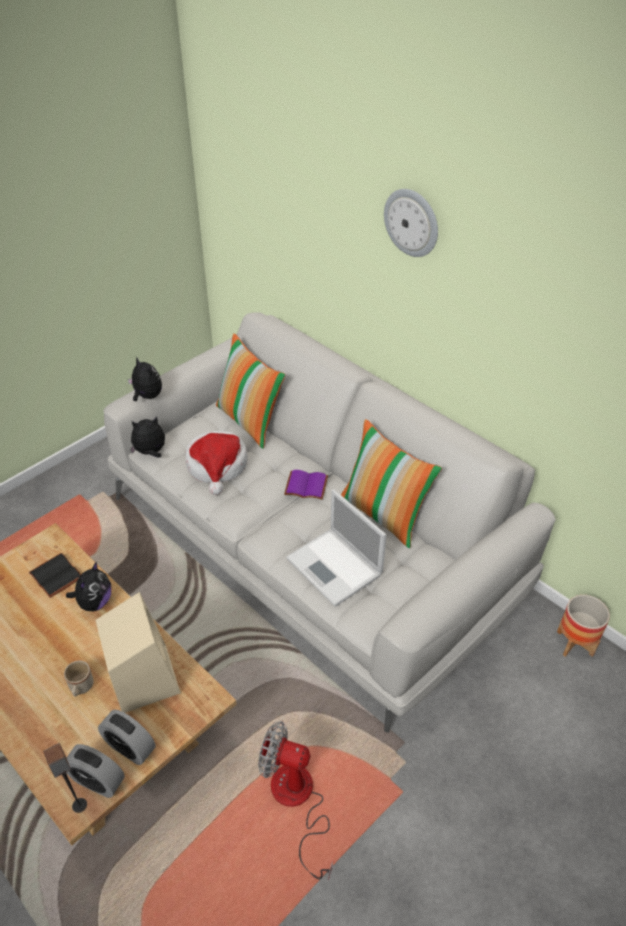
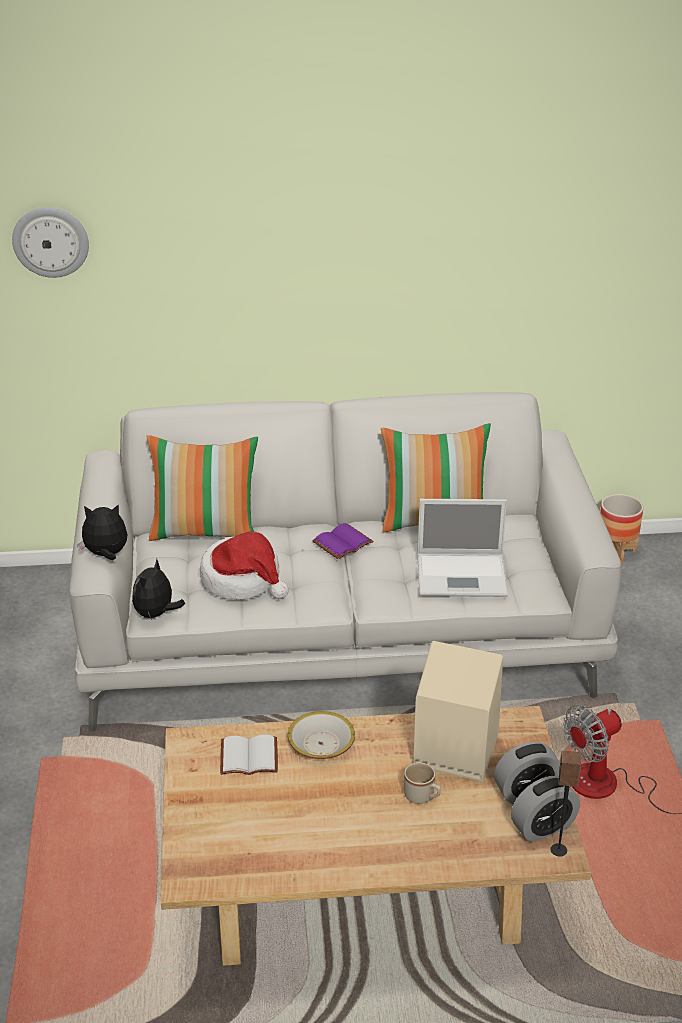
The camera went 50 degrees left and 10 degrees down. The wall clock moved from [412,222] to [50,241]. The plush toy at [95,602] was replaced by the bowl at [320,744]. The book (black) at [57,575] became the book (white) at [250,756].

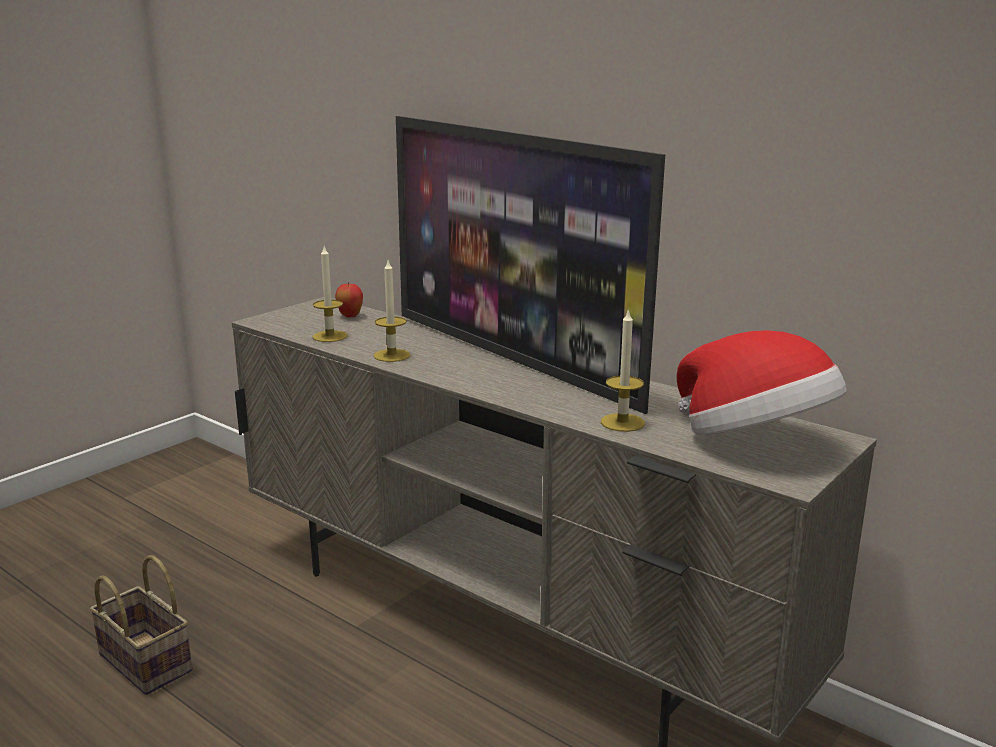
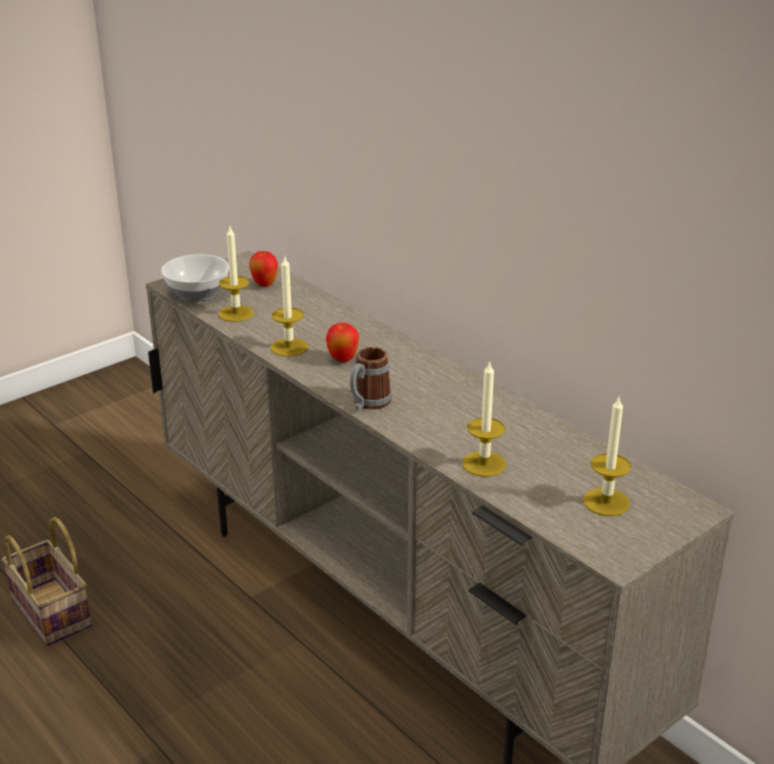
The camera went 10 degrees right and 10 degrees up. The television at [513,358] disappeared. The bowl at [197,293] appeared. The apple at [343,360] appeared. The mug at [367,404] appeared. The hat at [755,440] was replaced by the candle at [606,502].

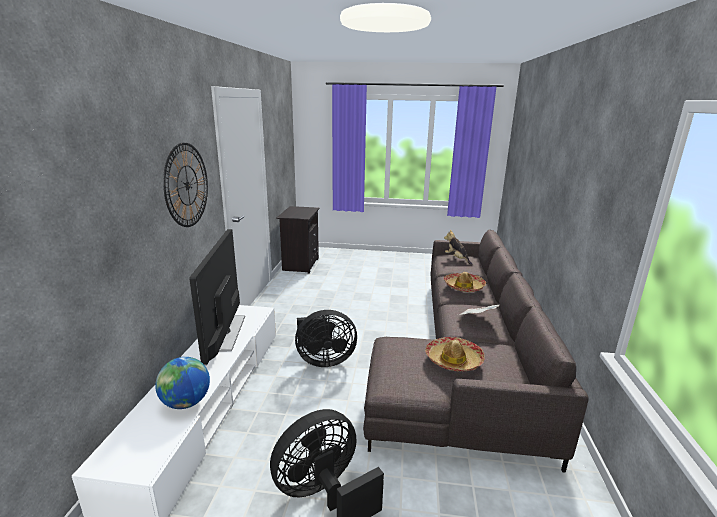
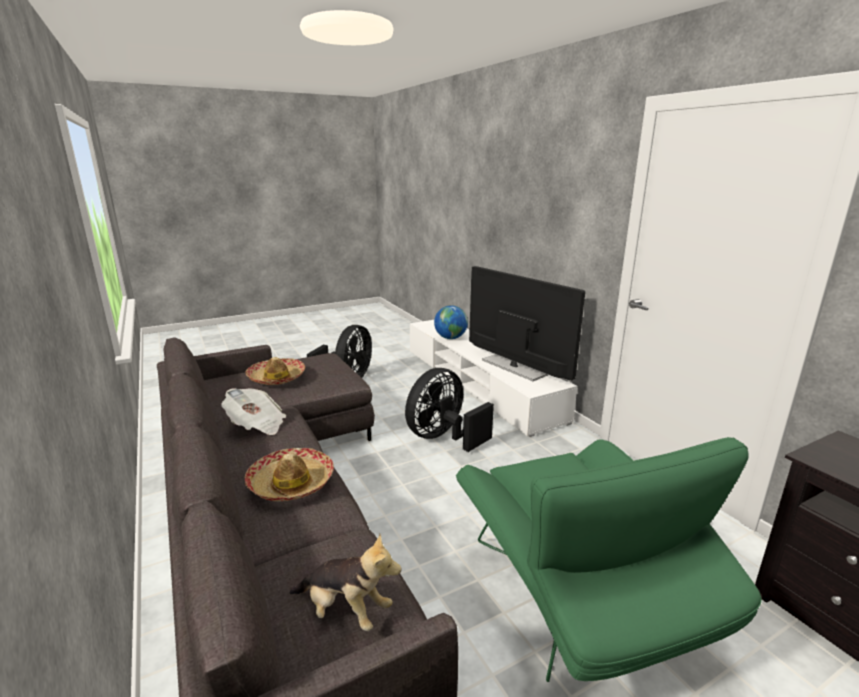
The camera went 145 degrees right and 0 degrees up. The wall clock at [187,185] disappeared. The armchair (green) at [581,598] appeared.

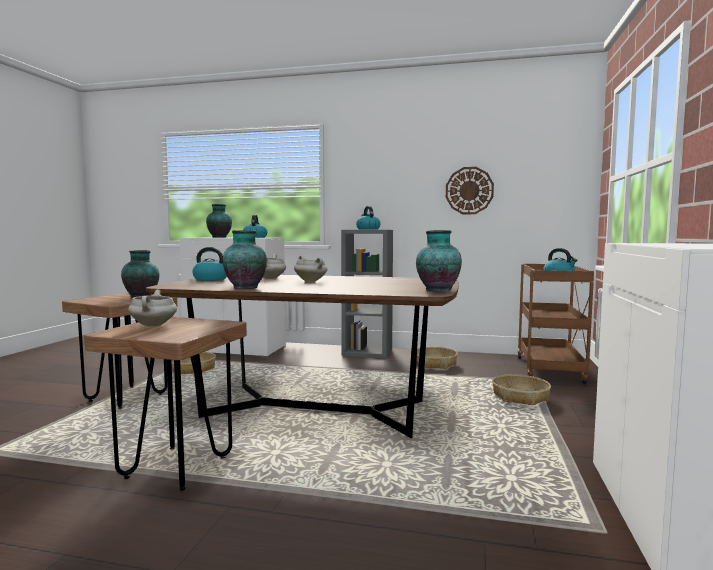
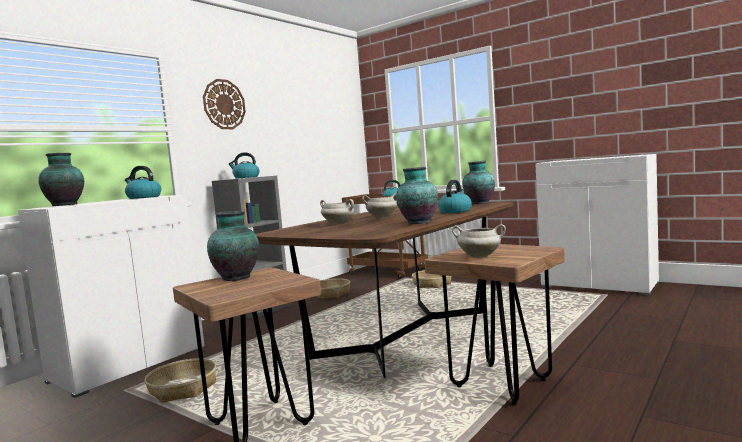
The camera went 65 degrees left and 0 degrees up. The kettle moved from [211,279] to [455,211]. The wall clock moved from [469,190] to [224,104].

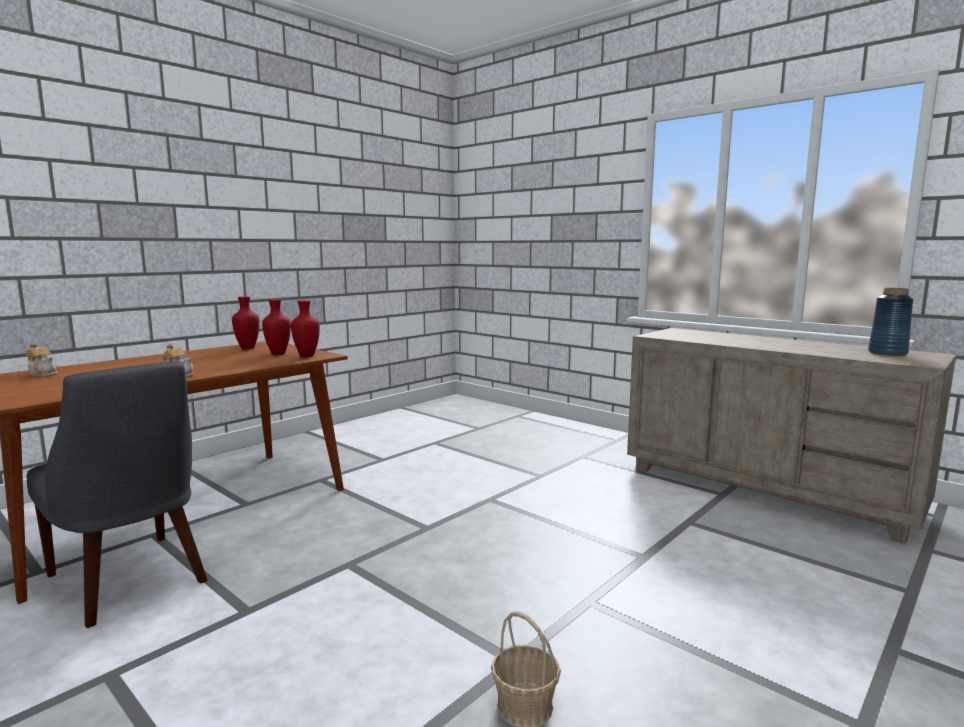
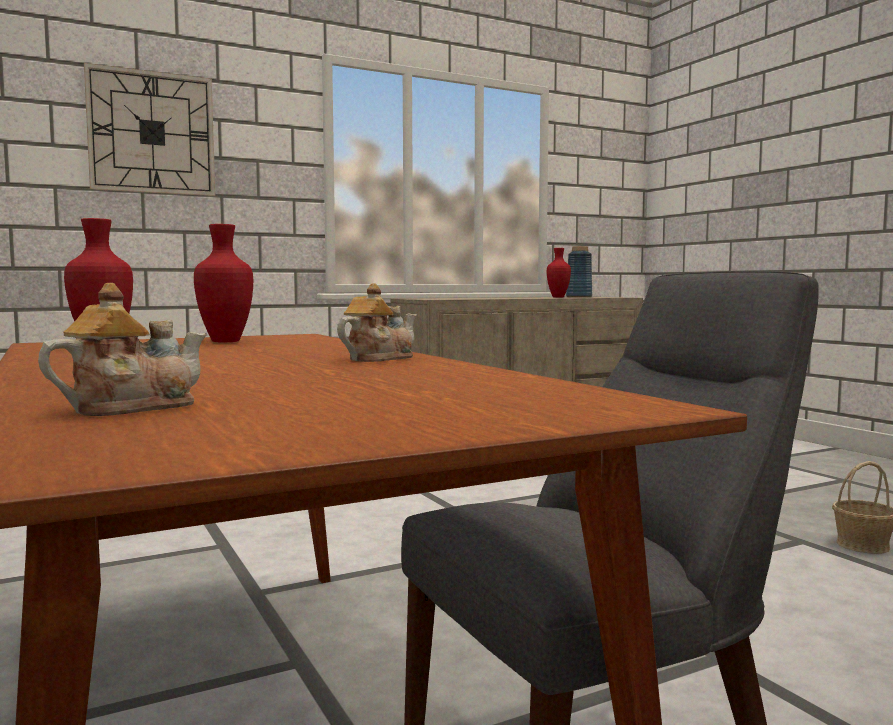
The camera went 70 degrees left and 5 degrees down. The wall clock at [152,133] appeared. The vase (red) moved from [307,356] to [557,297].

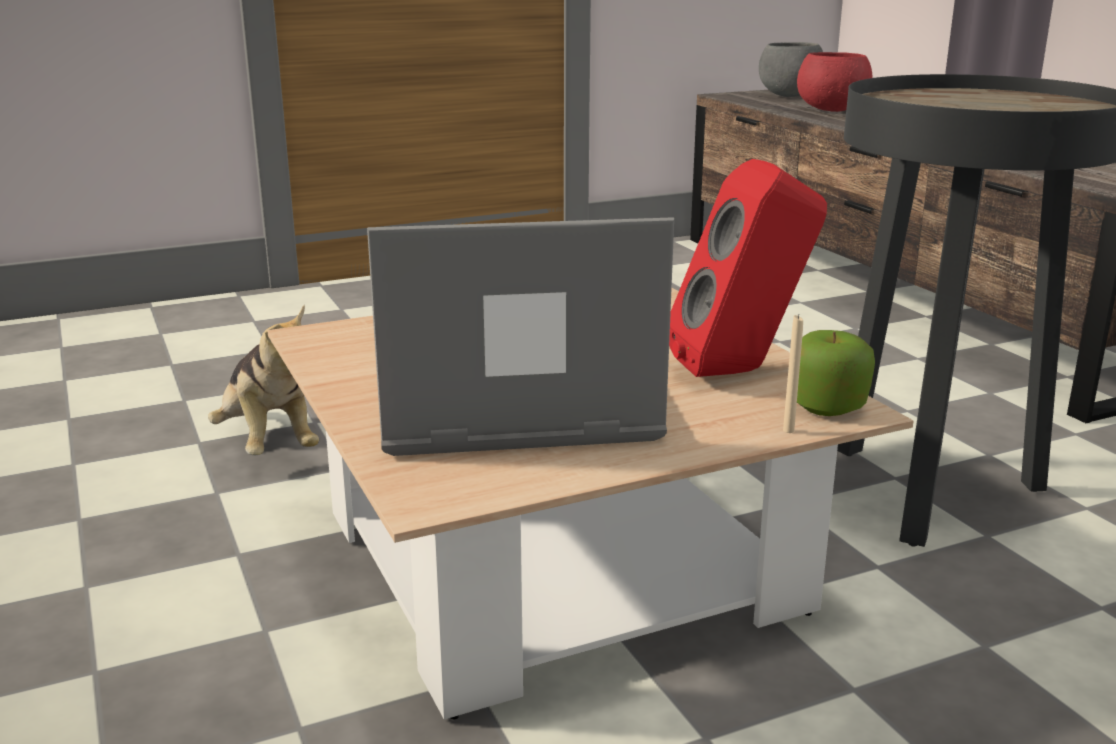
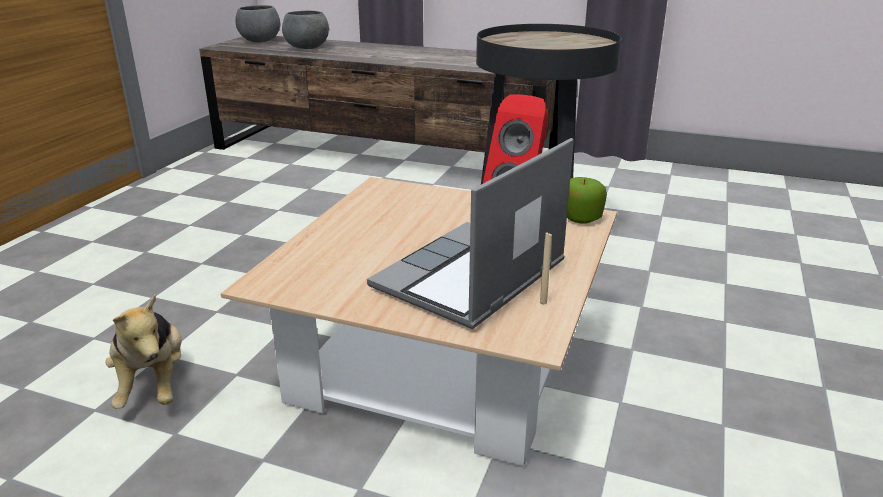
The camera went 45 degrees left and 5 degrees up. The candle (beige) moved from [788,430] to [543,302]. The bowl (red) at [831,111] became the bowl (grey) at [307,48]. The plush toy at [268,444] turned 60 degrees clockwise.

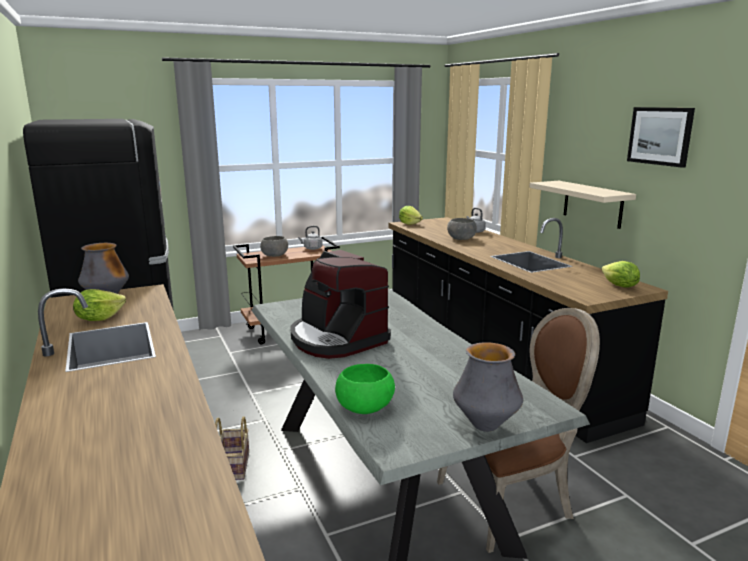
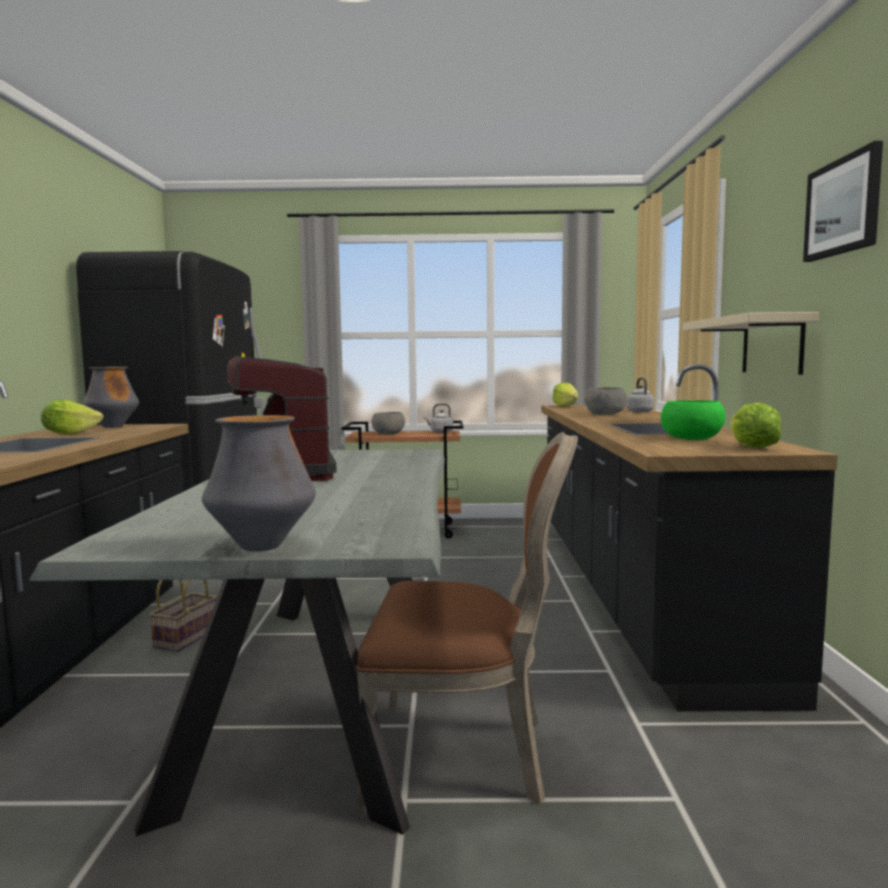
The camera went 25 degrees right and 10 degrees down. The bowl (green) moved from [365,406] to [691,439].

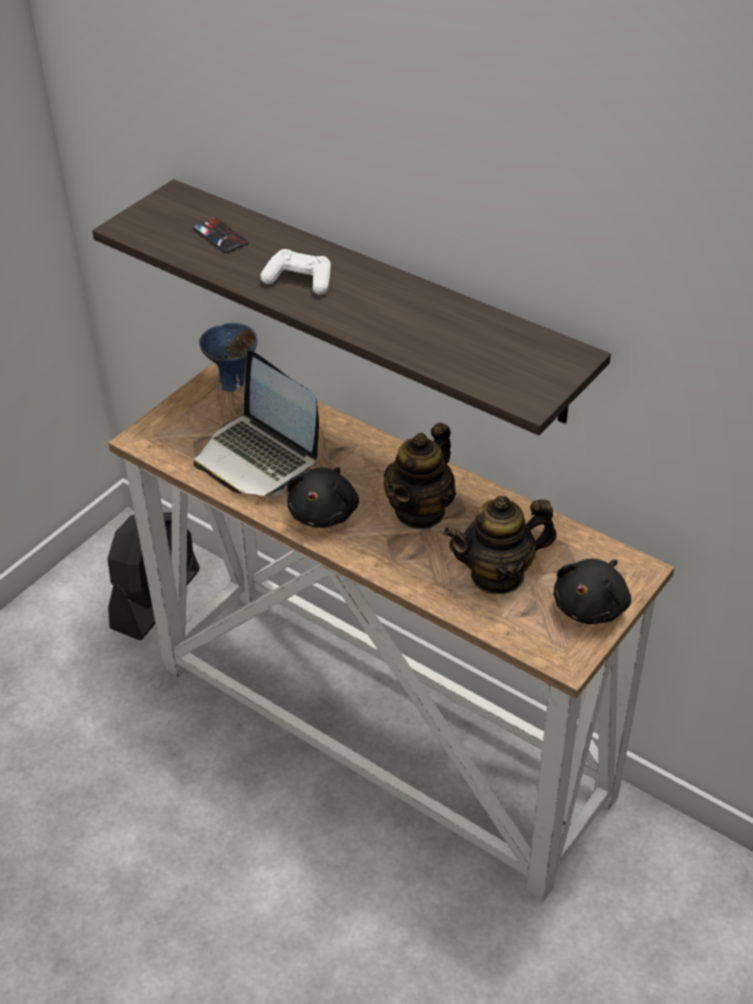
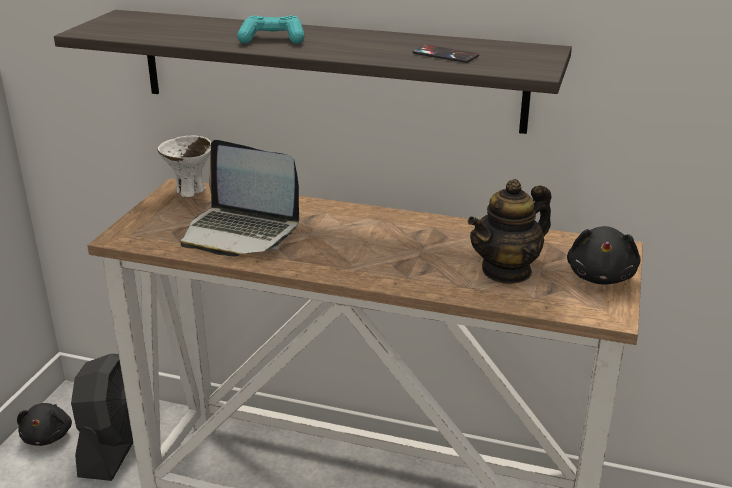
The camera went 20 degrees left and 15 degrees down. The teapot at [420,511] disappeared. The phone moved from [220,236] to [445,55]. The plush toy (black) moved from [325,512] to [48,435]. The bowl (blue) at [234,383] became the bowl (white) at [190,191]. The game controller (white) at [299,280] became the game controller (turquoise) at [272,40].

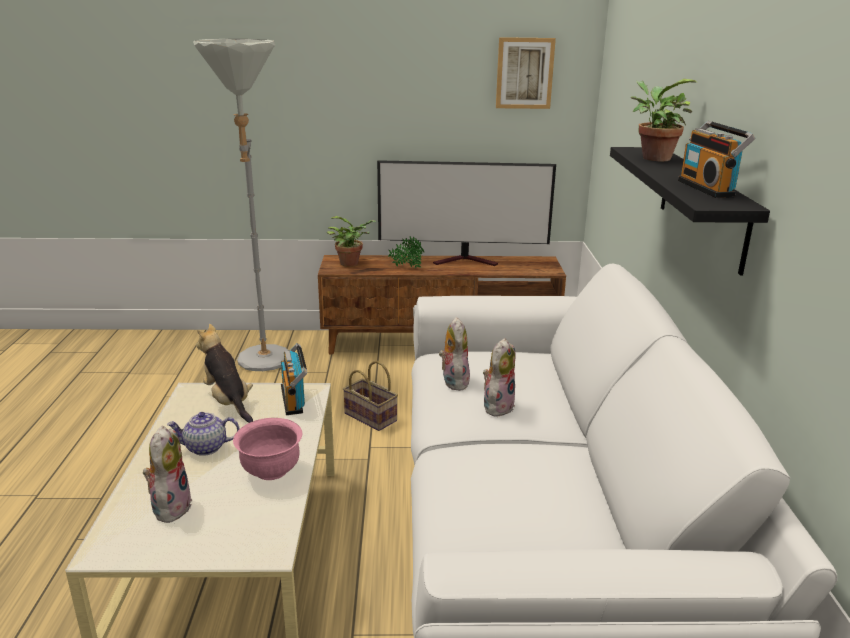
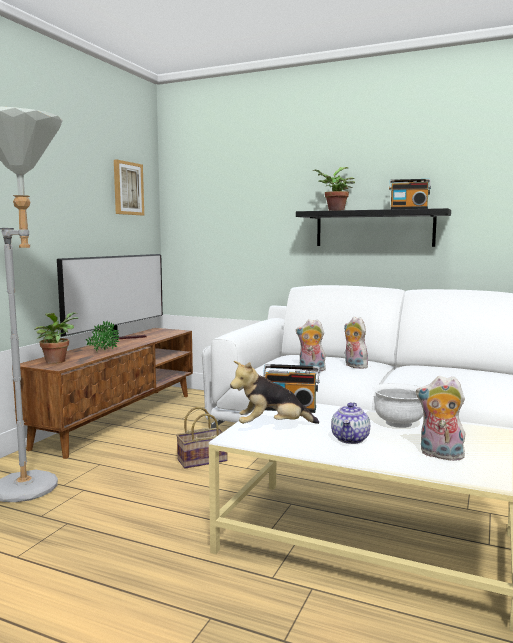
The camera went 65 degrees left and 15 degrees down. The bowl (pink) at [271,471] became the bowl (white) at [399,423].

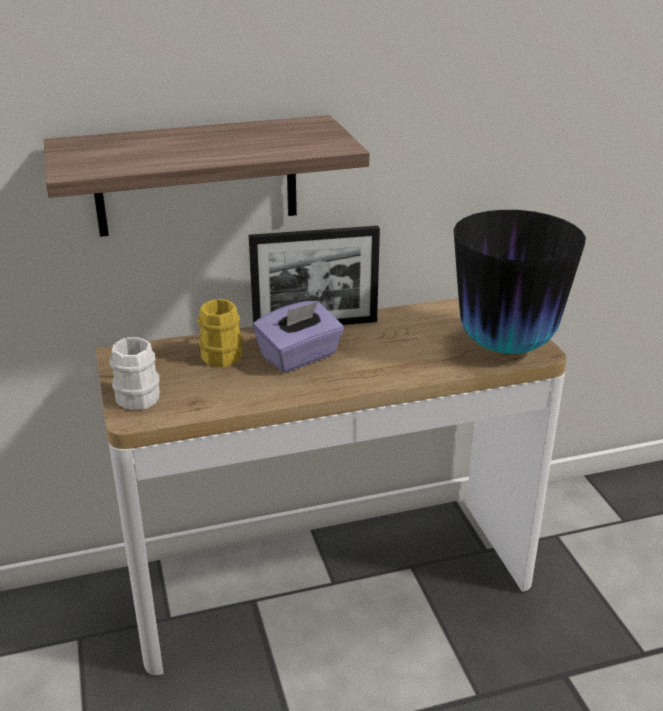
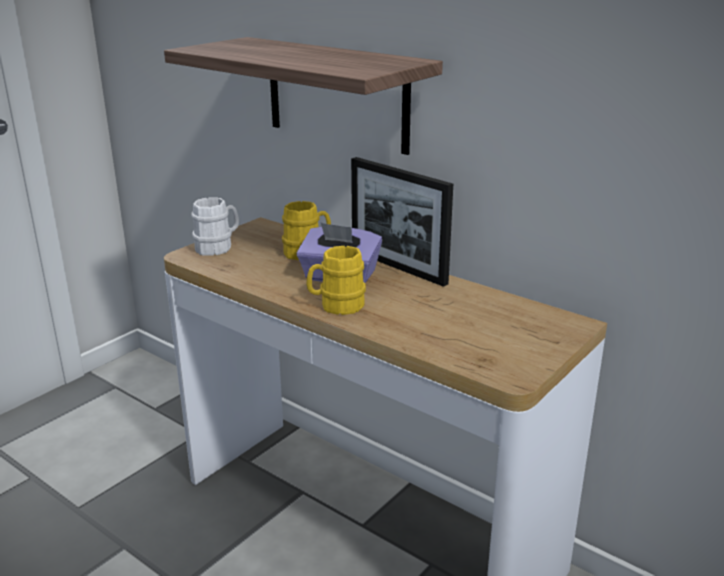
The camera went 55 degrees right and 5 degrees down. The vase at [506,346] disappeared. The mug (yellow) at [336,306] appeared.

